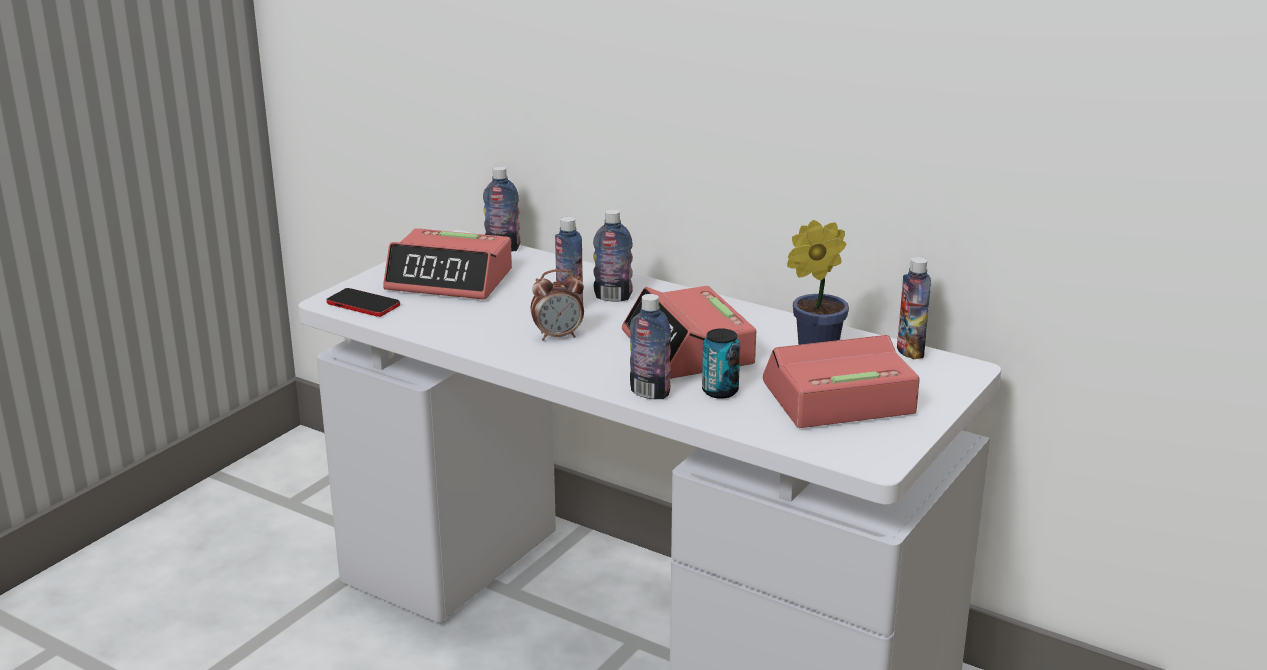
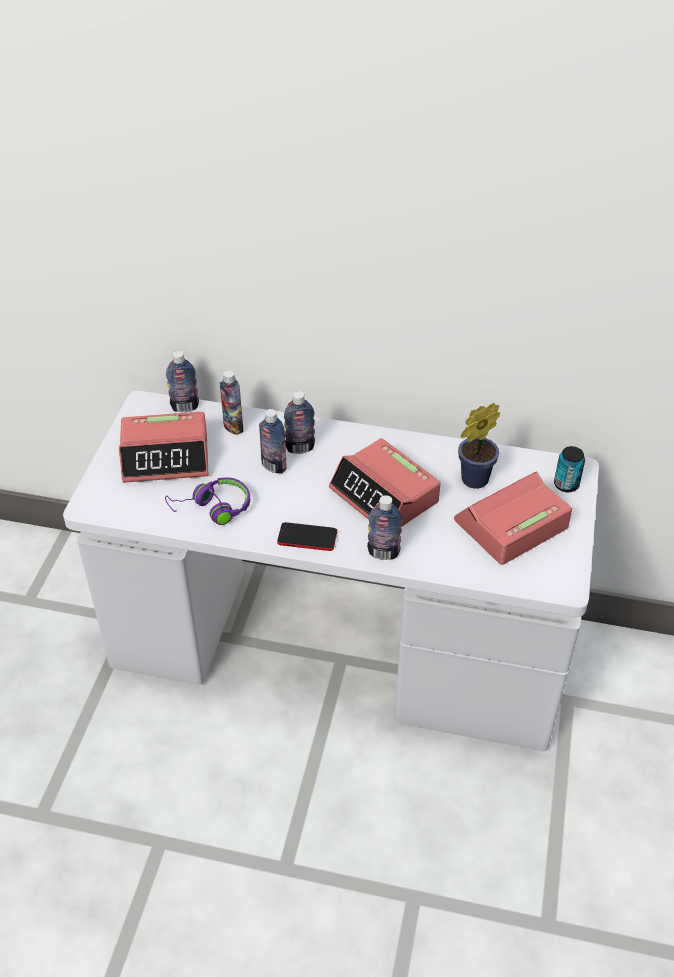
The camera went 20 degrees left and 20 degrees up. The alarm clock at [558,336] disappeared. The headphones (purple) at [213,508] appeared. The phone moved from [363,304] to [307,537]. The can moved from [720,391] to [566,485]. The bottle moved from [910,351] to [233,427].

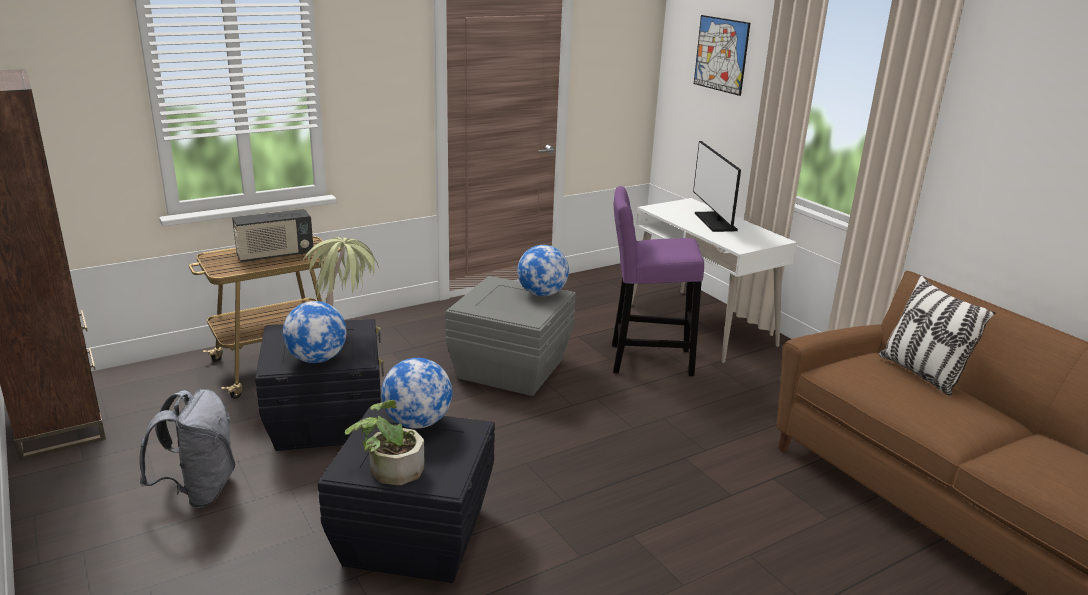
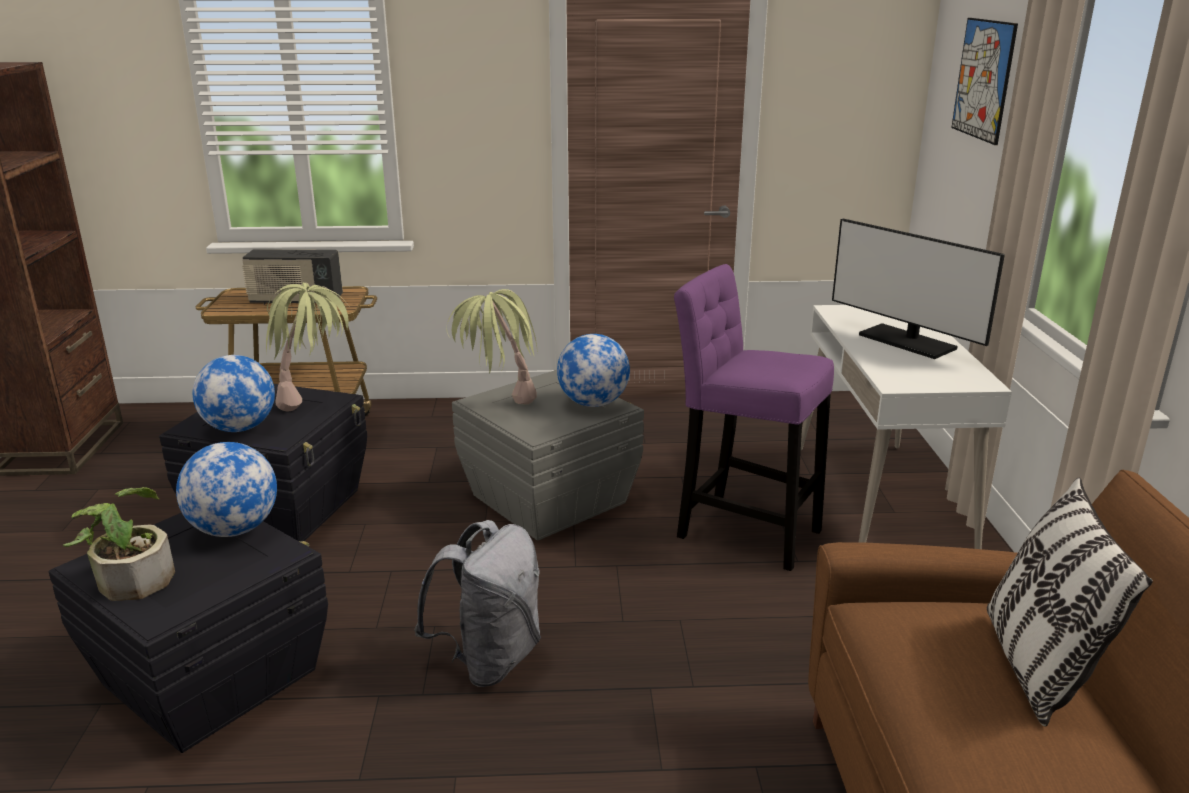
The camera went 30 degrees right and 0 degrees up. The potted plant at [498,408] appeared. The backpack (grey) moved from [199,491] to [489,660]. The monitor at [715,222] turned 60 degrees counterclockwise.

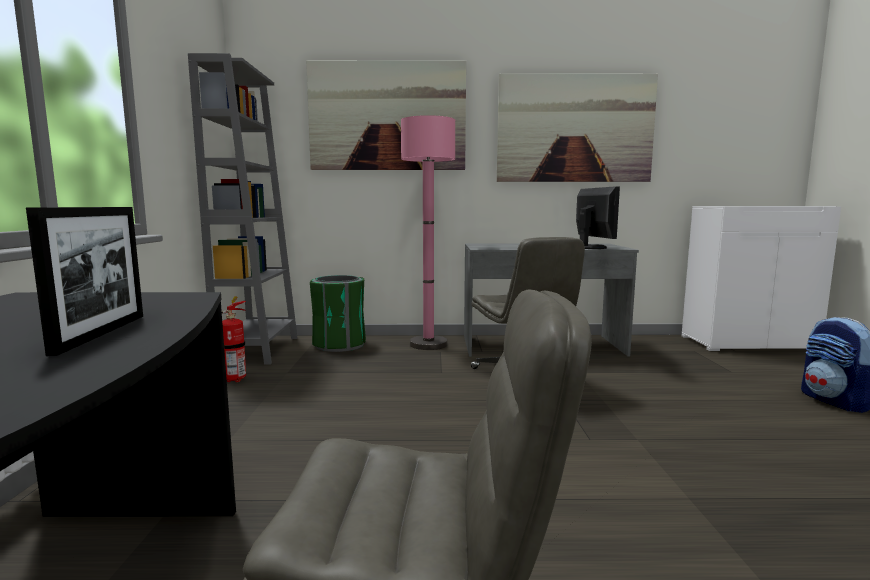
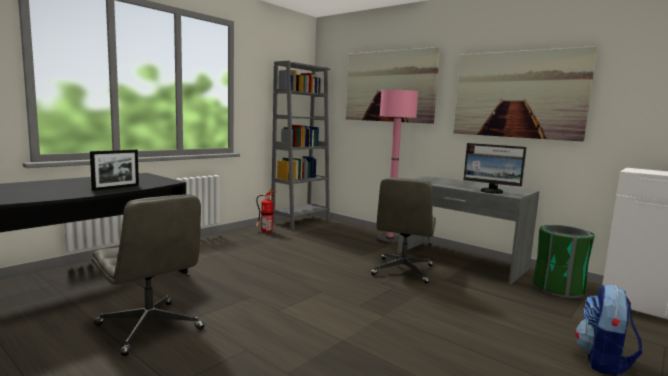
The camera went 40 degrees right and 0 degrees up. The trash can (green) moved from [339,345] to [558,288]. The monitor at [591,248] turned 90 degrees clockwise.

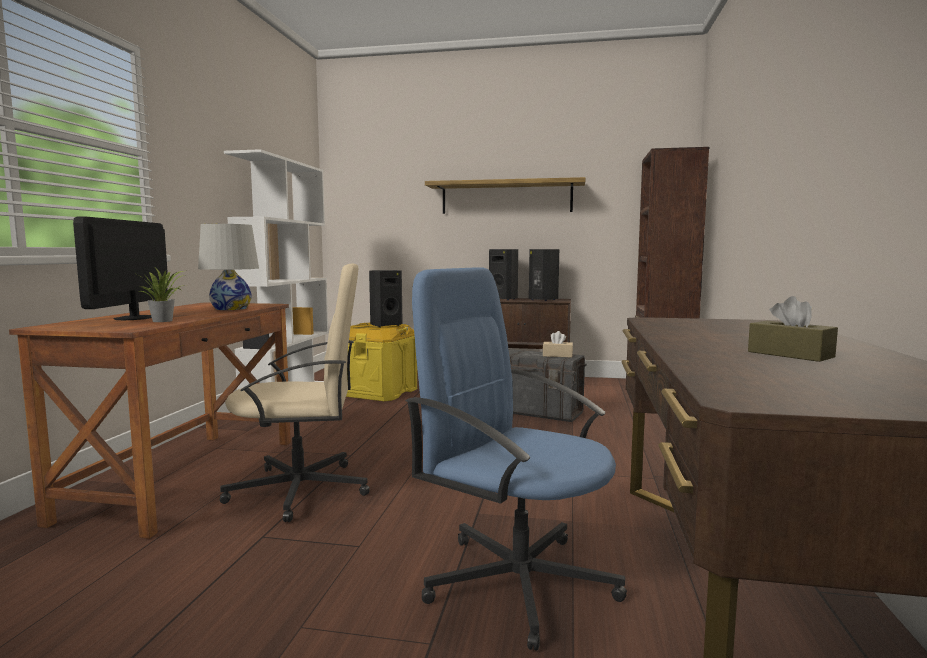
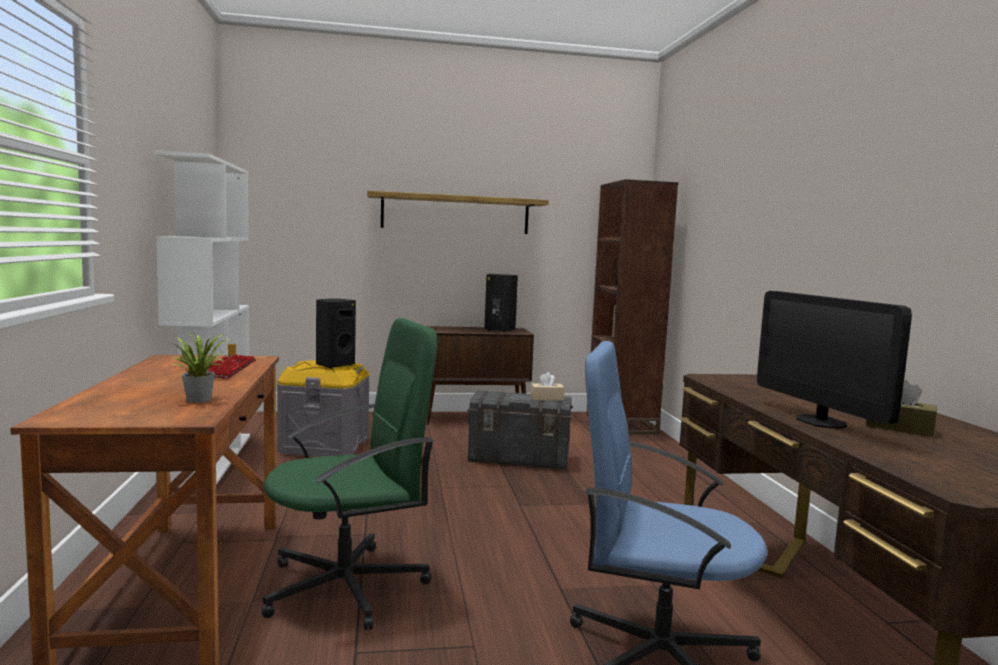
The camera went 20 degrees left and 0 degrees up. The speaker (black) at [504,299] disappeared. The monitor moved from [134,318] to [821,421]. The table lamp (white) at [231,308] was replaced by the keyboard at [228,369]. The office chair (beige) at [302,490] became the office chair (green) at [348,586]. The storage box (yellow) at [379,392] became the storage box (grey) at [324,445].

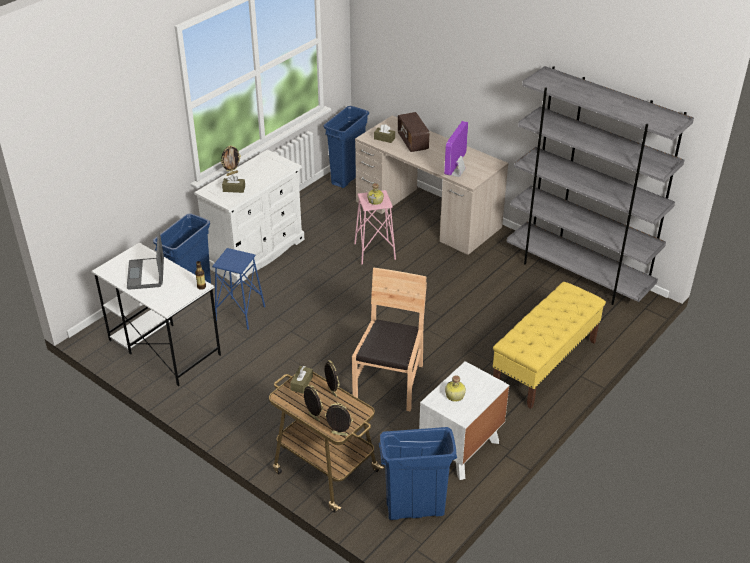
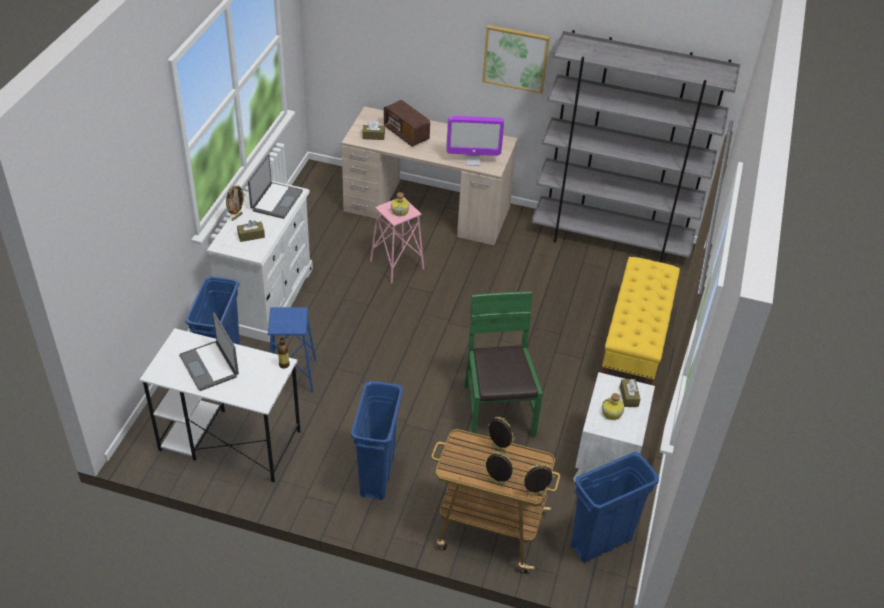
The camera went 25 degrees left and 5 degrees up. The laptop at [276,201] appeared. The picture at [515,58] appeared. The tissue box (brown) moved from [301,383] to [629,396]. The trash can (blue) moved from [347,177] to [377,475]. The chair (brown) at [390,383] became the chair (green) at [497,411]. The monitor at [456,172] turned 90 degrees counterclockwise.

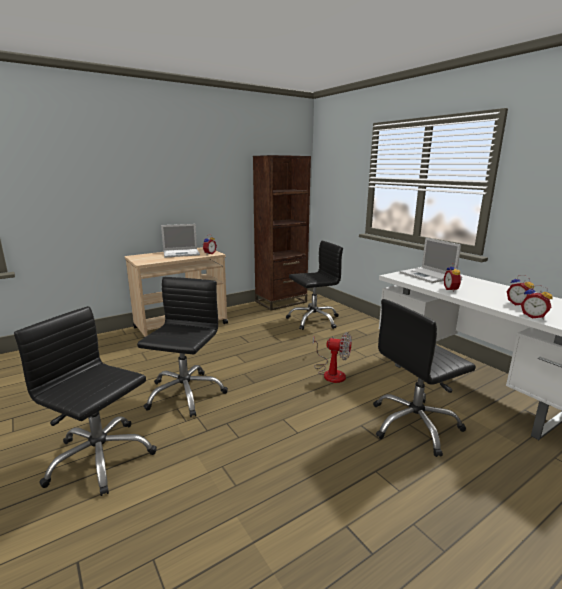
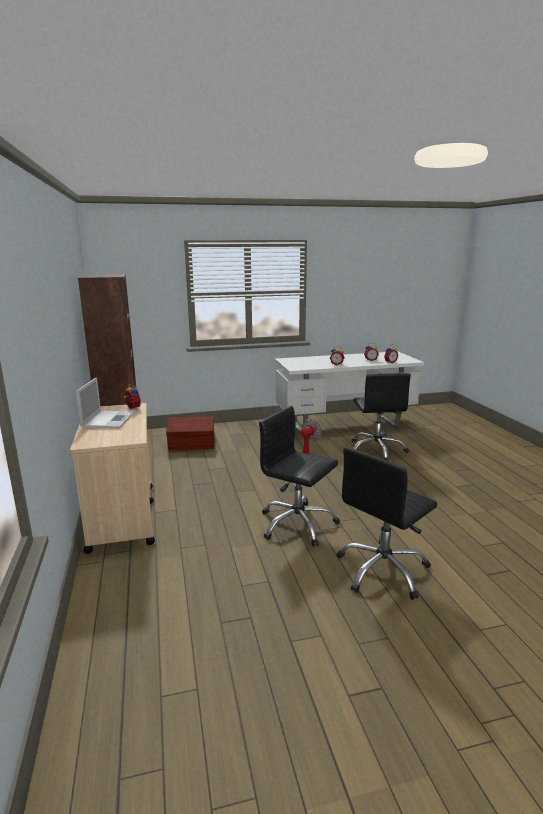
The camera went 70 degrees left and 0 degrees up. The laptop at [428,276] disappeared. The office chair (black) at [313,320] was replaced by the storage box (brown) at [192,446].

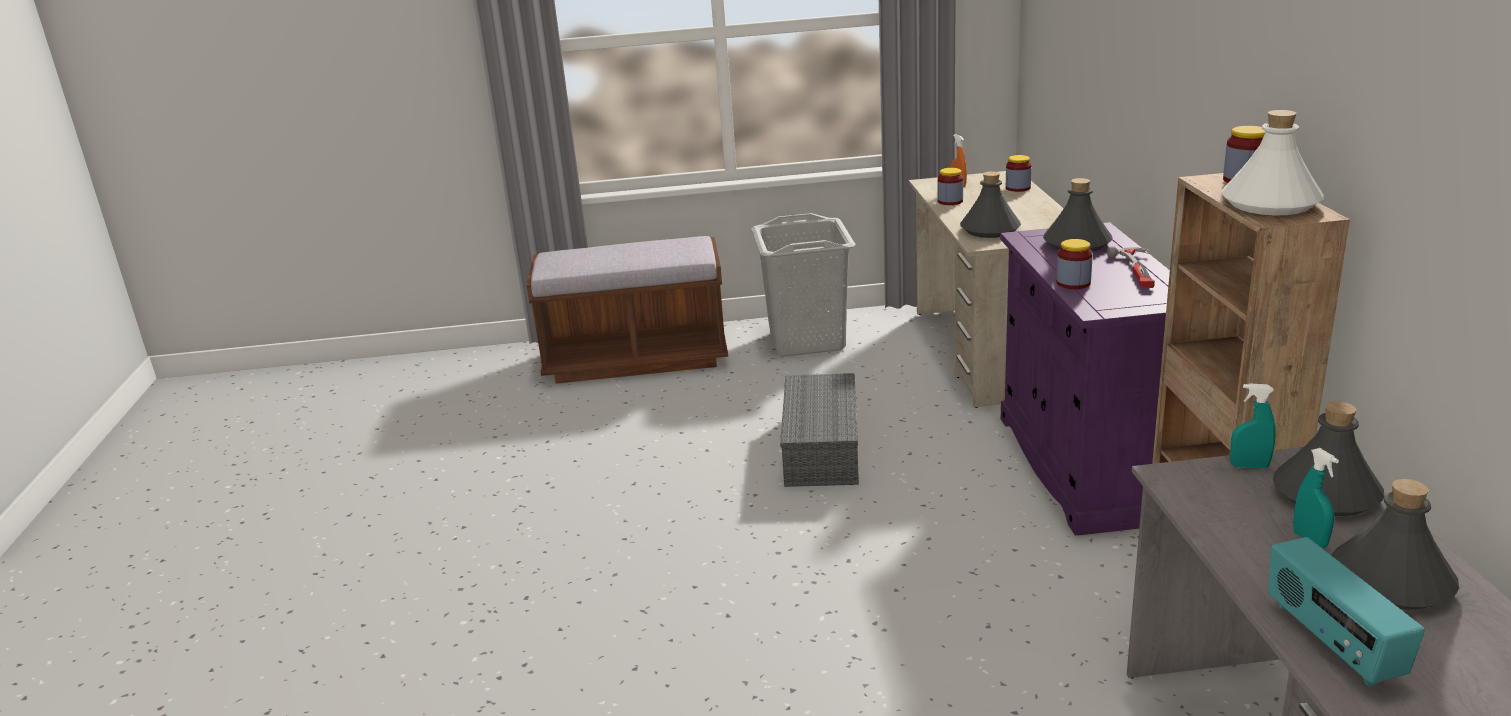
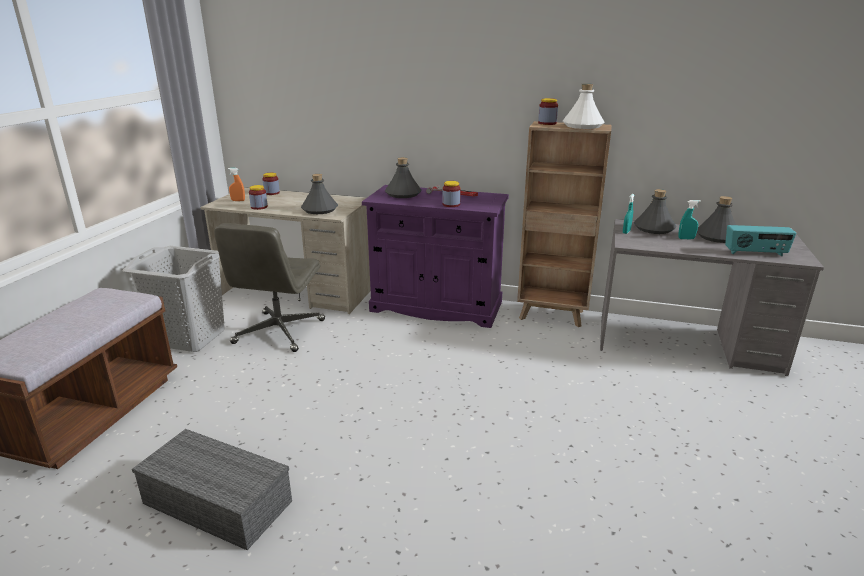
The camera went 70 degrees left and 0 degrees up. The office chair (grey) at [279,332] appeared. The storage box (grey) moved from [823,449] to [220,502].

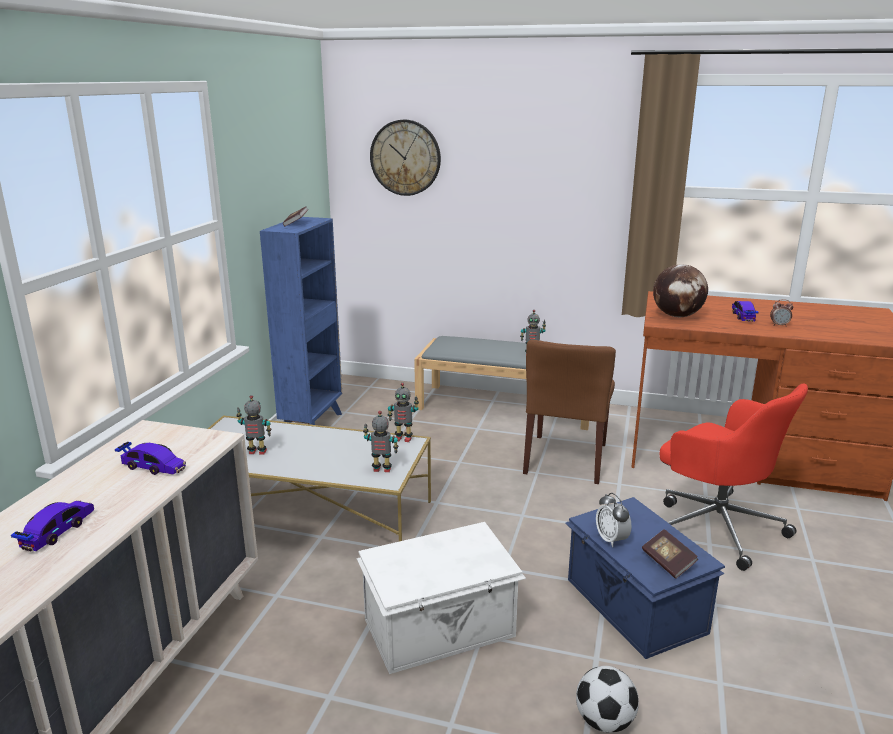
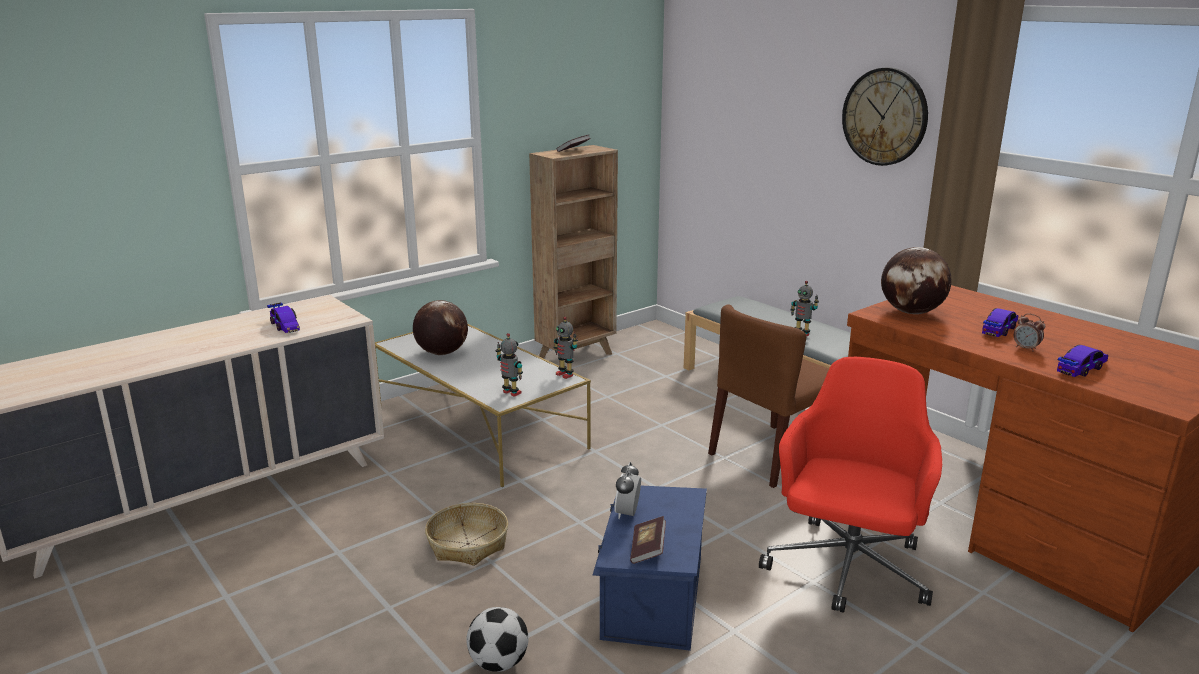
The camera went 35 degrees right and 0 degrees up. The toy car moved from [58,531] to [1081,368]. The wall clock moved from [405,158] to [885,117]. The toy robot at [257,452] was replaced by the globe at [441,353]. The storage box (white) at [441,629] was replaced by the basket at [468,543]. The bookcase (blue) at [313,423] became the bookcase (brown) at [576,355]. The office chair (red) at [716,526] turned 150 degrees counterclockwise.

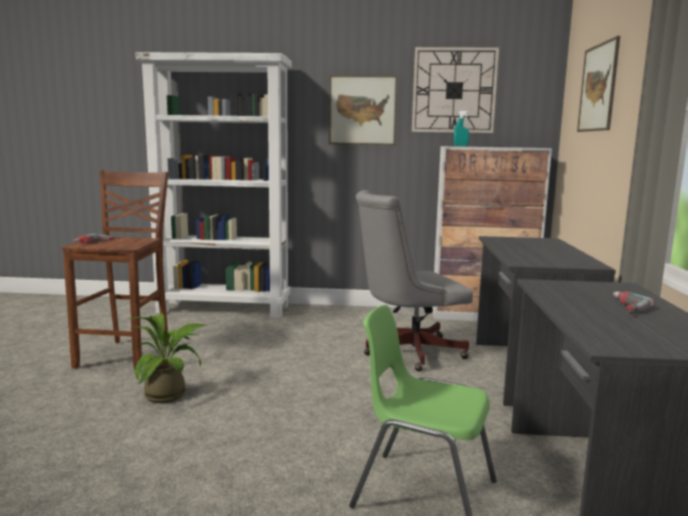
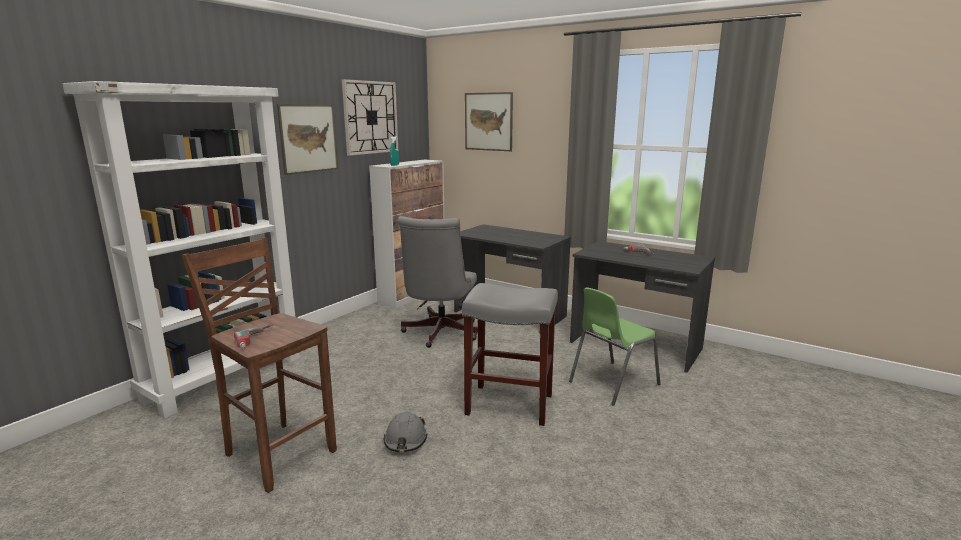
The camera went 60 degrees left and 5 degrees up. The stool (grey) at [508,404] appeared. The potted plant at [170,394] was replaced by the hard hat (grey) at [405,440].

